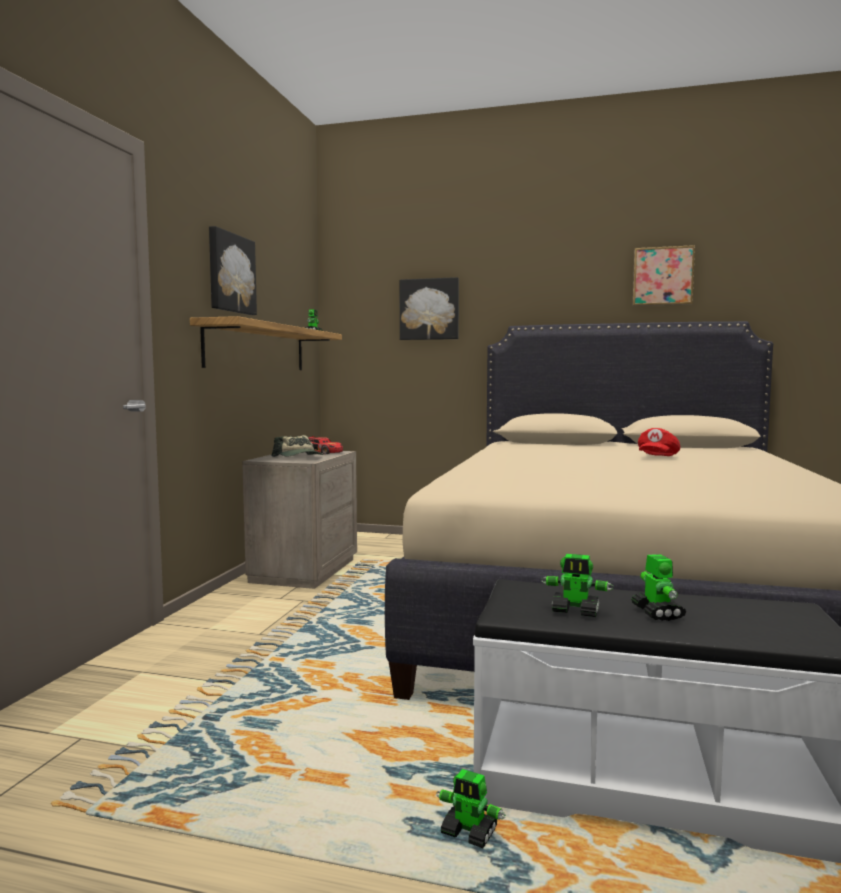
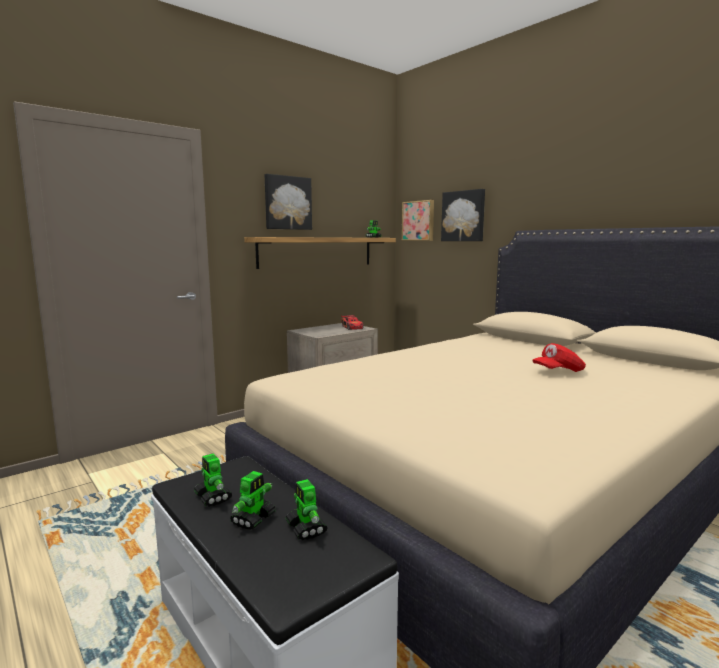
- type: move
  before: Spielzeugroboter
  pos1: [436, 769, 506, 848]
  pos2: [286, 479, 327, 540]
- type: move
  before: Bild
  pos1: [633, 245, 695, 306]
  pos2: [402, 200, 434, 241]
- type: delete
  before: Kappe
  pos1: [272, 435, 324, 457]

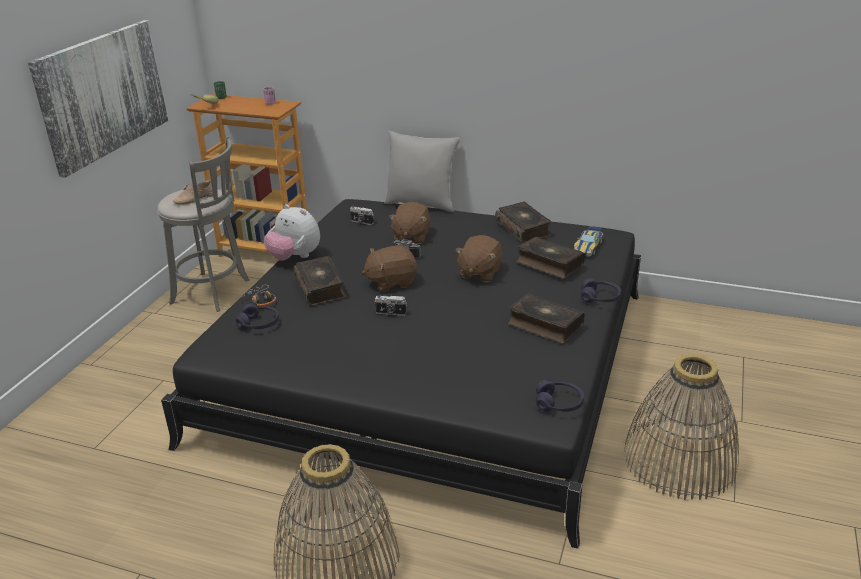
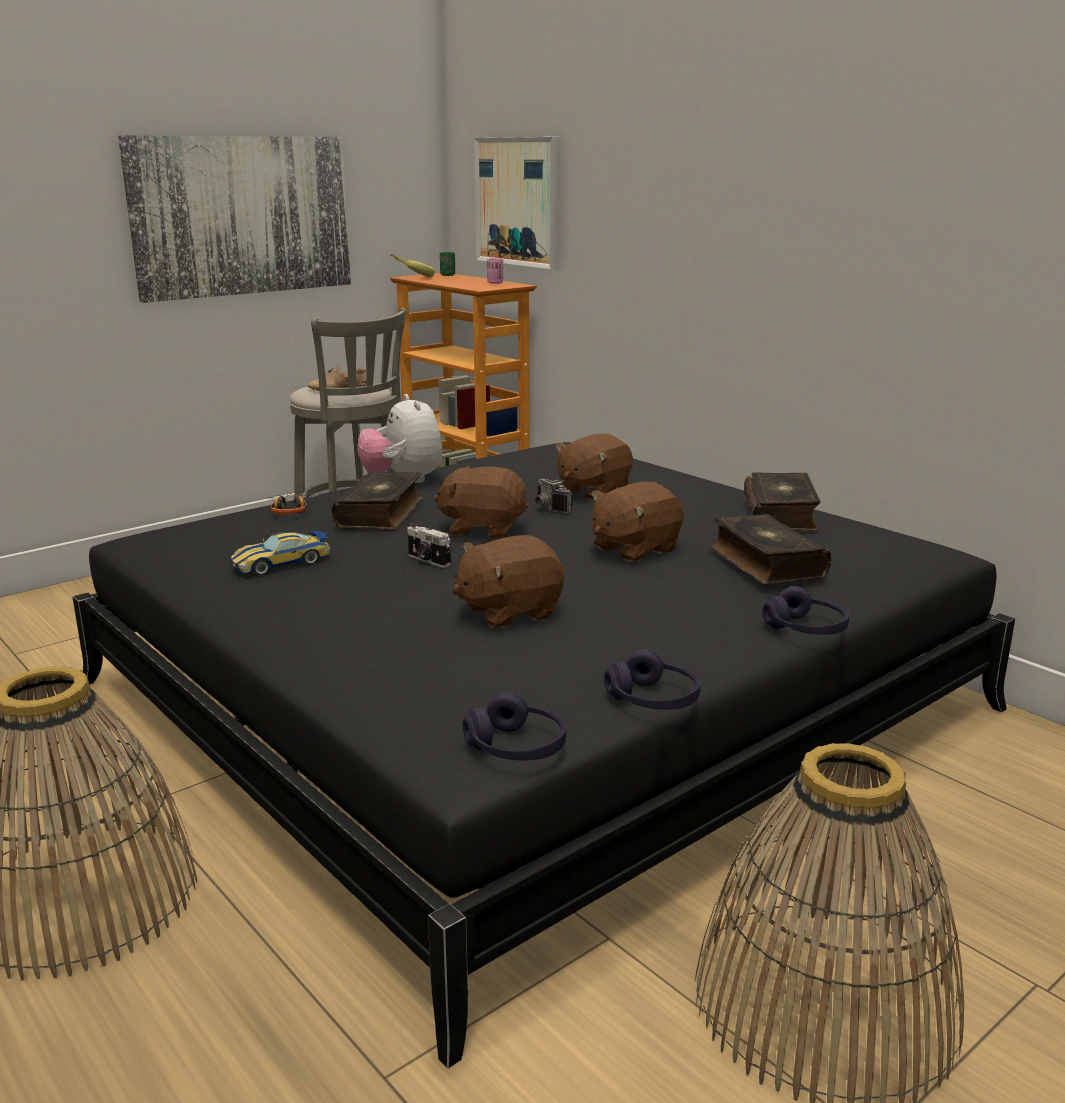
- type: move
  before: Spielzeugauto
  pos1: [574, 227, 603, 257]
  pos2: [231, 531, 331, 575]
- type: insert
  after: Plüschtier [braun]
  pos2: [452, 535, 564, 628]
- type: insert
  after: Bild
  pos2: [474, 137, 559, 269]
- type: move
  before: Kopfhörer [lila]
  pos1: [236, 303, 279, 329]
  pos2: [604, 649, 700, 710]
- type: delete
  before: Kamera
  pos1: [350, 205, 374, 225]
- type: delete
  before: Kissen [grau]
  pos1: [384, 131, 460, 212]
- type: delete
  before: Buch
  pos1: [508, 294, 585, 344]

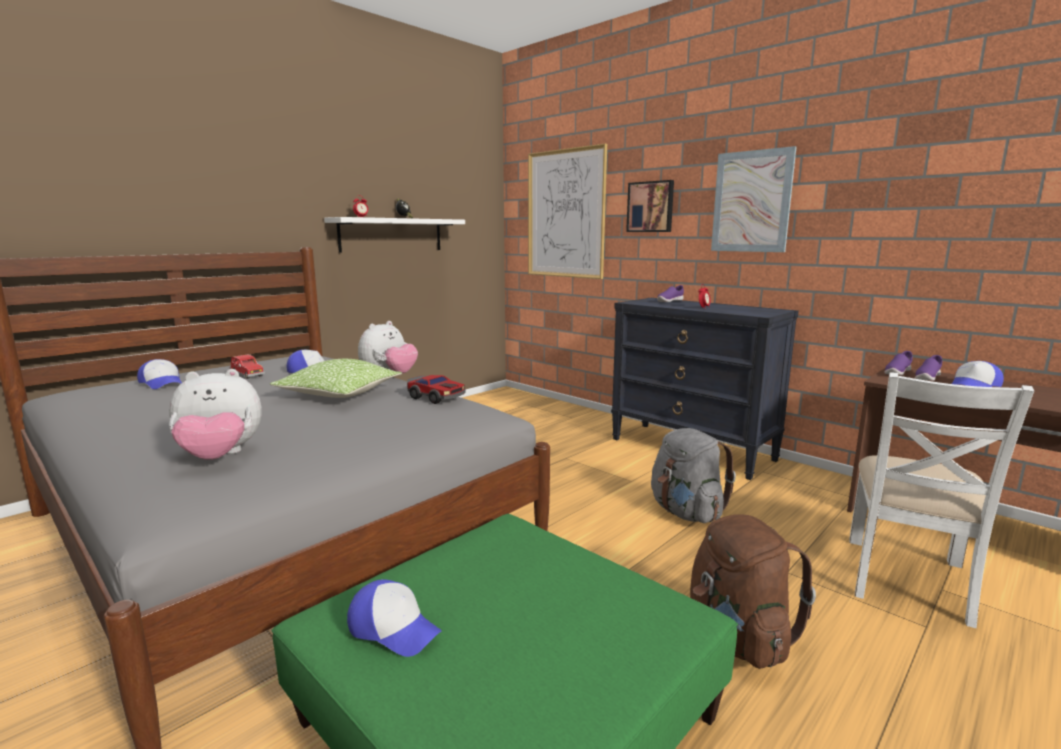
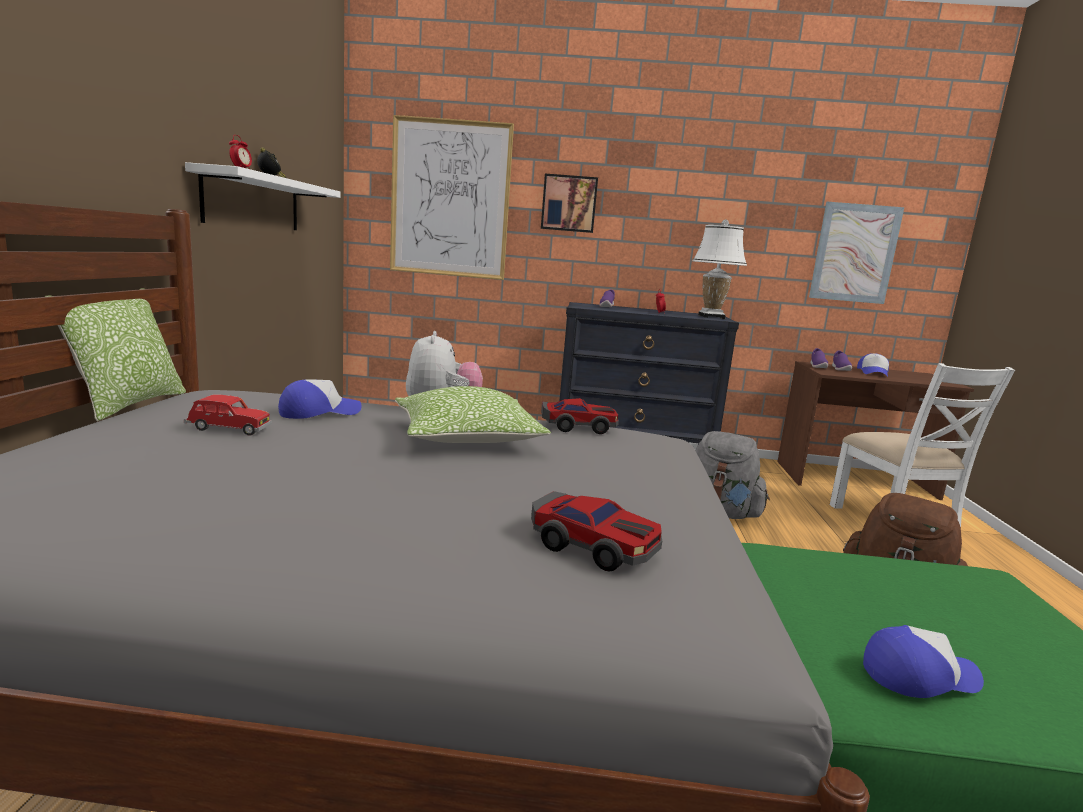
- type: insert
  after: Kissen
  pos2: [45, 289, 186, 421]
- type: replace
  before: Plüschtier
  after: Spielzeugauto
  pos1: [169, 369, 262, 460]
  pos2: [531, 491, 662, 572]
- type: insert
  after: Tischlampe [weiß]
  pos2: [692, 220, 747, 319]
- type: move
  before: Bild
  pos1: [711, 146, 796, 252]
  pos2: [809, 202, 904, 304]
- type: delete
  before: Kappe
  pos1: [137, 359, 182, 389]

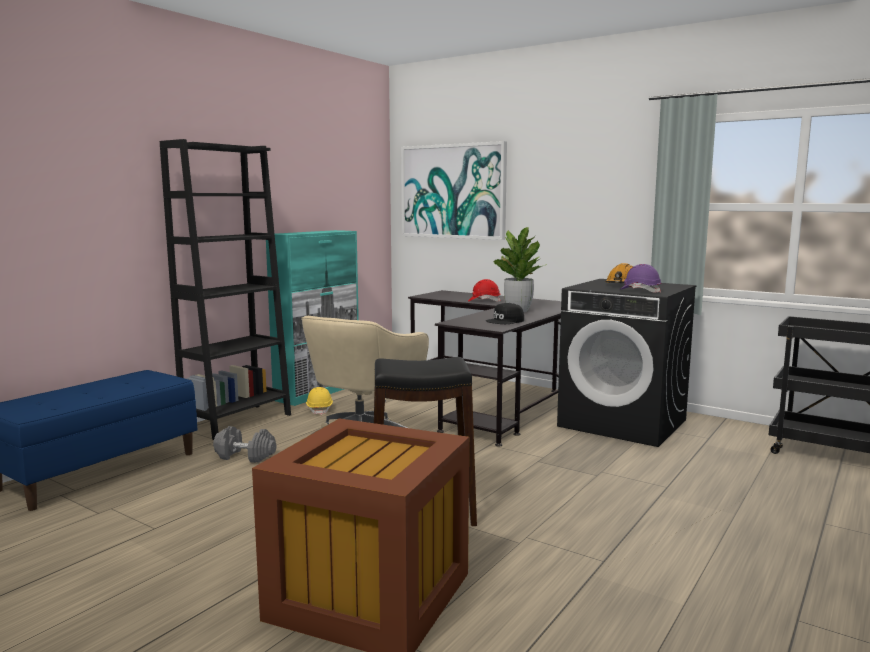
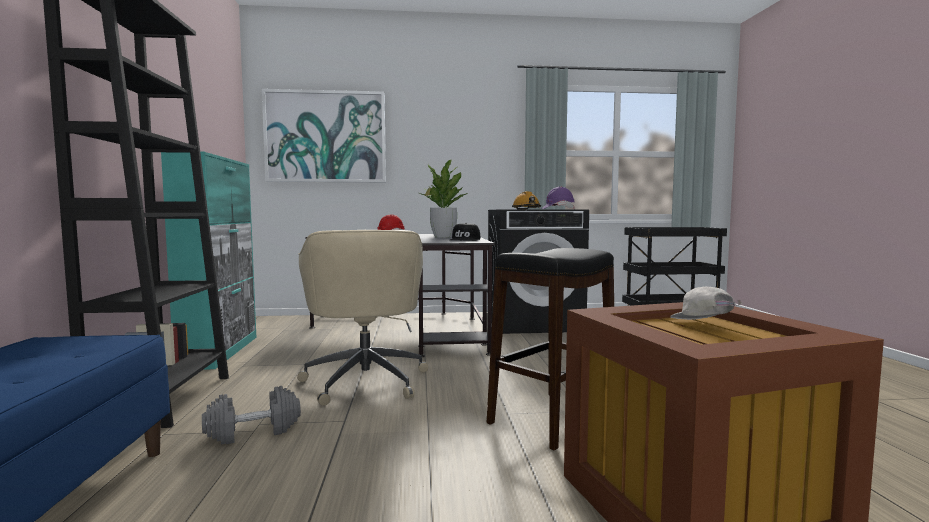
- type: insert
  after: Kappe [weiß]
  pos2: [670, 286, 742, 320]
- type: delete
  before: Schutzhelm [gelb]
  pos1: [306, 387, 333, 415]

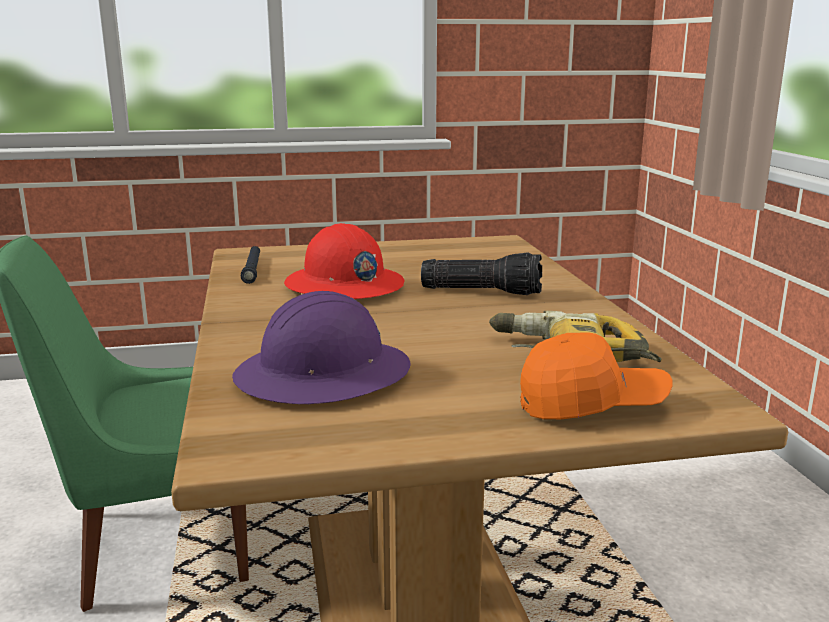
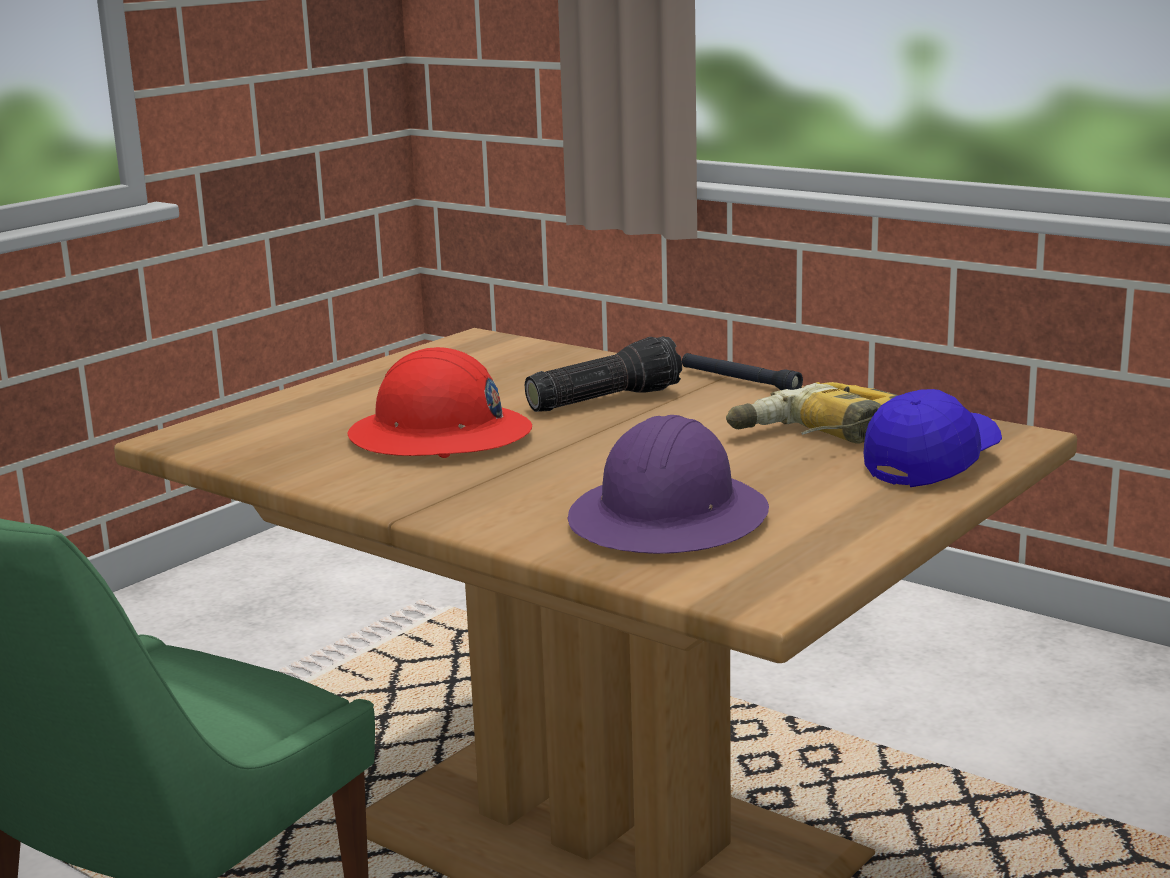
- type: move
  before: Taschenlampe [schwarz]
  pos1: [241, 246, 260, 284]
  pos2: [682, 353, 803, 390]
- type: recolor
  before: Kappe [orange]
  after: Kappe [blau]
  pos1: [520, 332, 672, 419]
  pos2: [864, 389, 1002, 487]

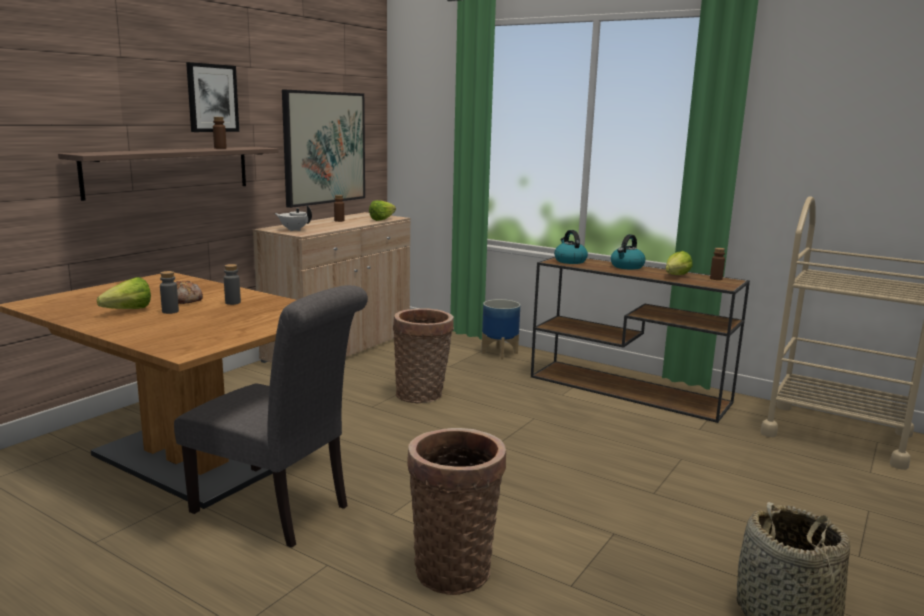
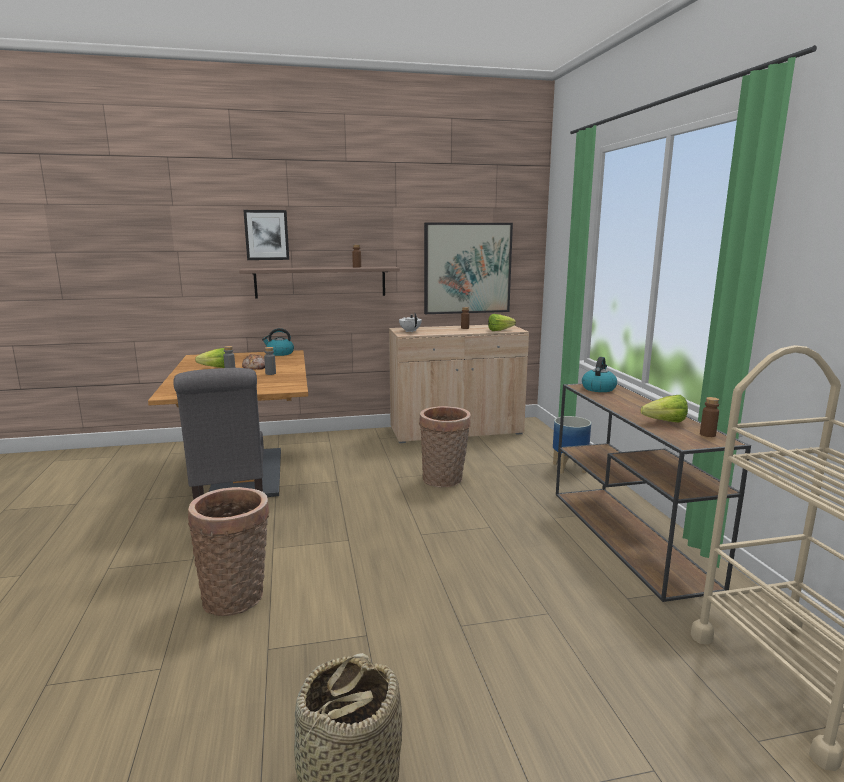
- type: move
  before: Bild
  pos1: [186, 62, 239, 132]
  pos2: [243, 210, 289, 260]
- type: move
  before: Wasserkessel
  pos1: [611, 234, 645, 270]
  pos2: [262, 328, 294, 356]

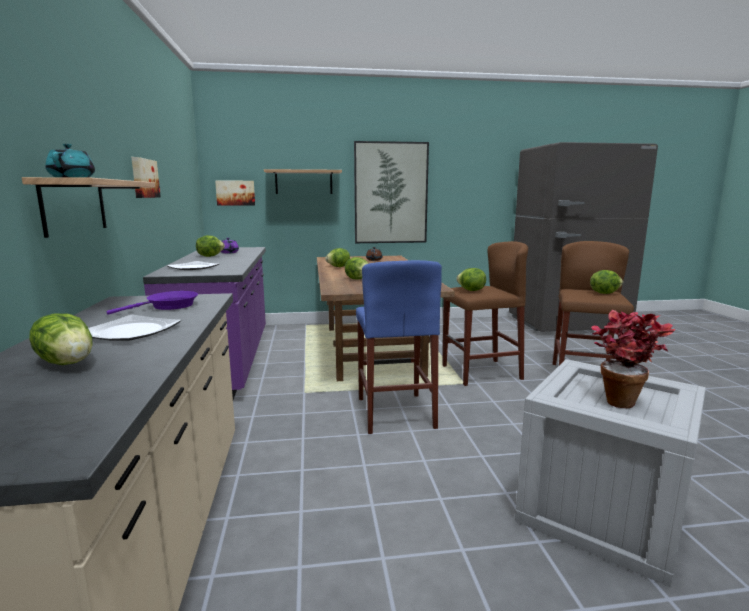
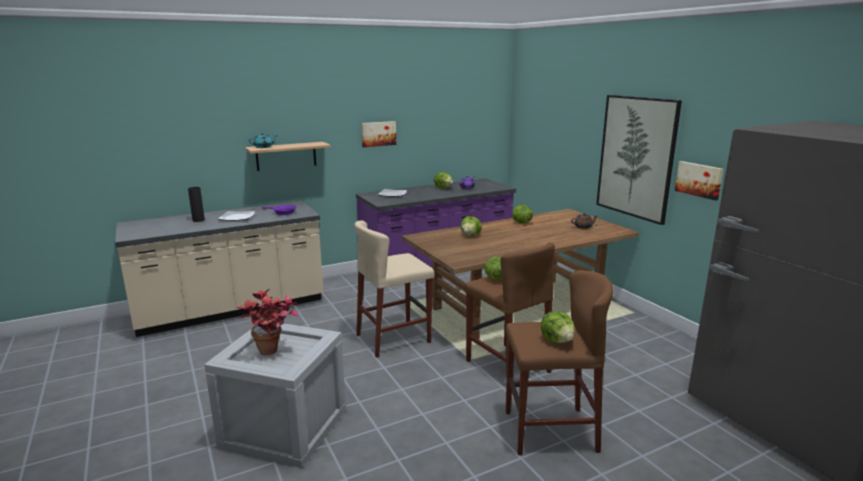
- type: replace
  before: Salatkopf
  after: Vase [schwarz]
  pos1: [29, 313, 93, 365]
  pos2: [188, 187, 205, 222]
- type: recolor
  before: Hocker [blau]
  after: Hocker [beige]
  pos1: [356, 260, 442, 434]
  pos2: [354, 220, 434, 358]
- type: move
  before: Bild
  pos1: [215, 181, 255, 206]
  pos2: [675, 161, 723, 200]
- type: delete
  before: Wandregal
  pos1: [264, 169, 342, 194]

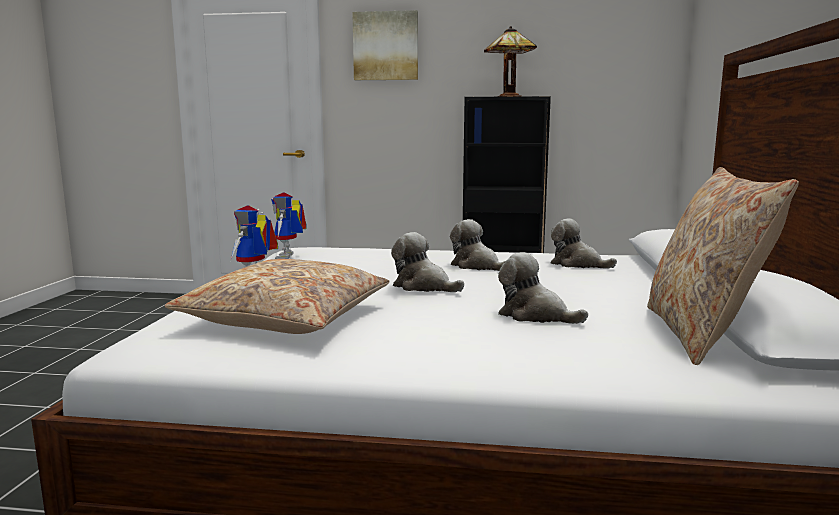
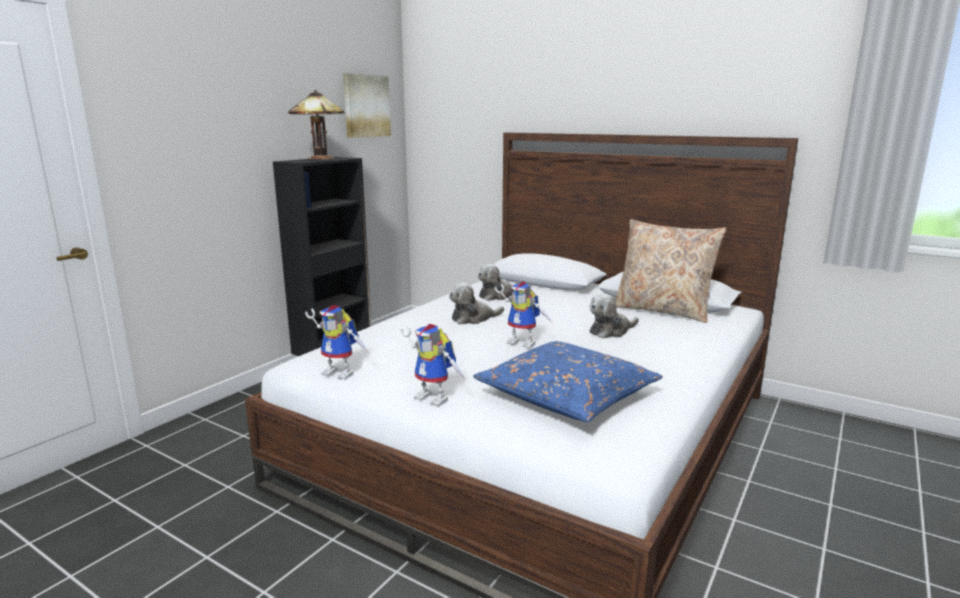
- type: move
  before: Bild
  pos1: [352, 10, 418, 80]
  pos2: [343, 73, 391, 138]
- type: recolor
  before: Kissen [beige]
  after: Kissen [blau]
  pos1: [165, 259, 389, 334]
  pos2: [473, 341, 663, 422]
- type: replace
  before: Plüschtier
  after: Spielzeugroboter
  pos1: [391, 232, 464, 292]
  pos2: [495, 281, 555, 348]

